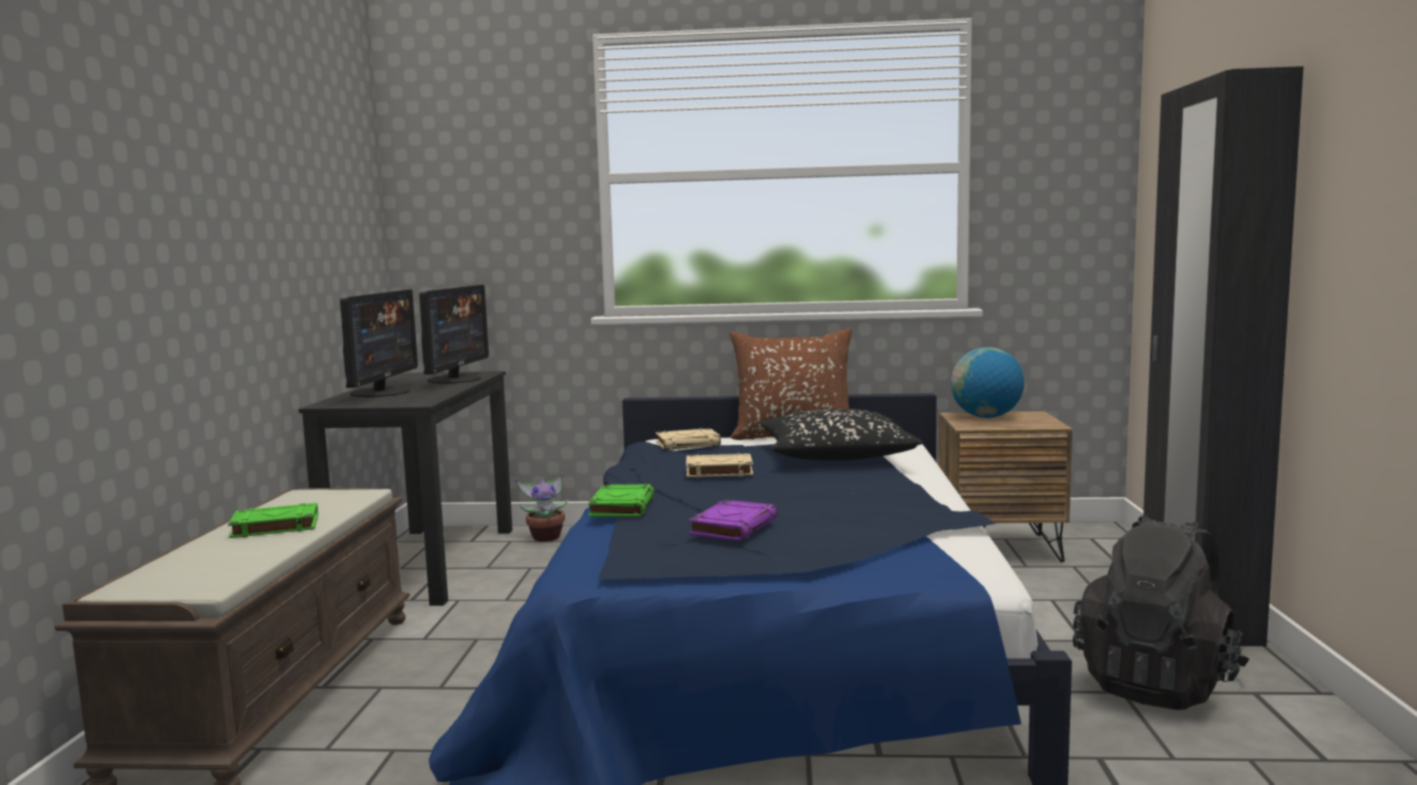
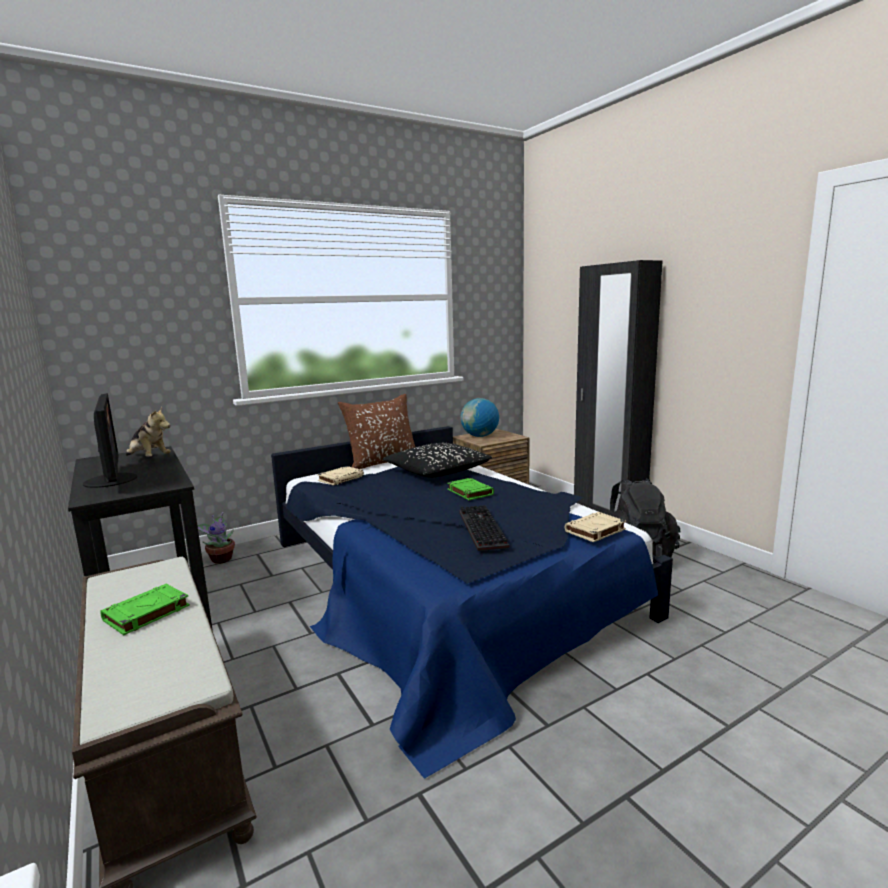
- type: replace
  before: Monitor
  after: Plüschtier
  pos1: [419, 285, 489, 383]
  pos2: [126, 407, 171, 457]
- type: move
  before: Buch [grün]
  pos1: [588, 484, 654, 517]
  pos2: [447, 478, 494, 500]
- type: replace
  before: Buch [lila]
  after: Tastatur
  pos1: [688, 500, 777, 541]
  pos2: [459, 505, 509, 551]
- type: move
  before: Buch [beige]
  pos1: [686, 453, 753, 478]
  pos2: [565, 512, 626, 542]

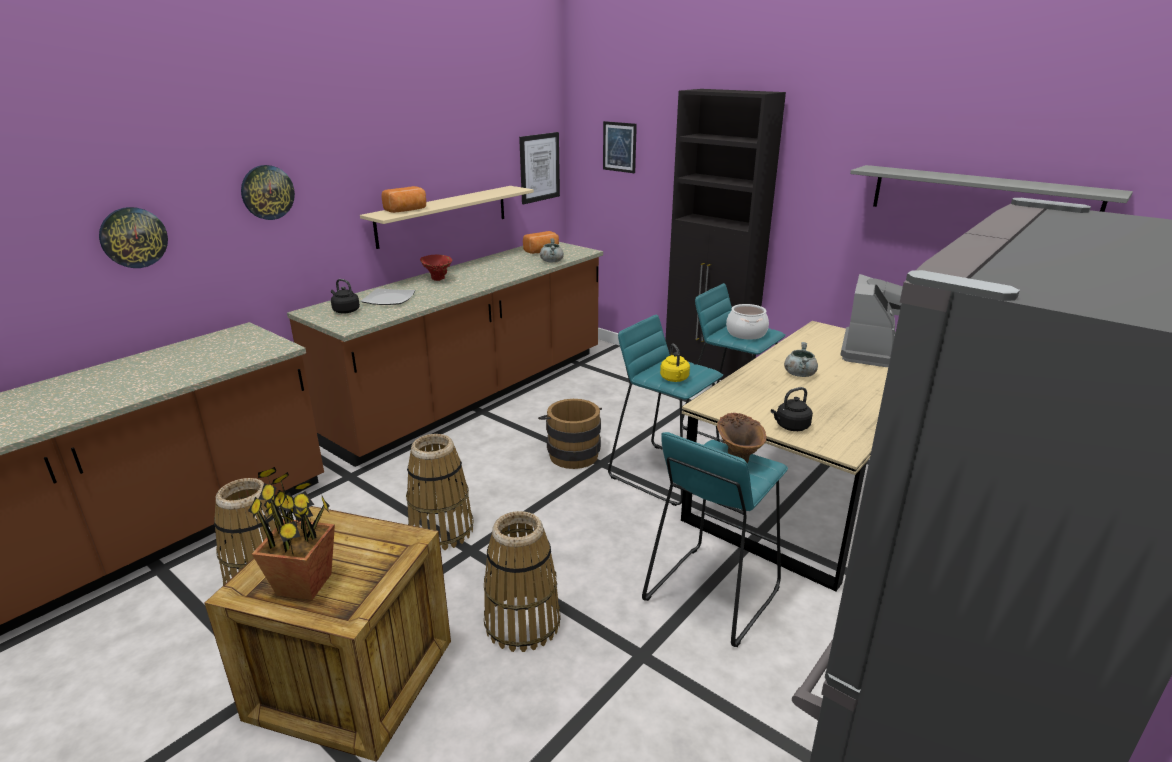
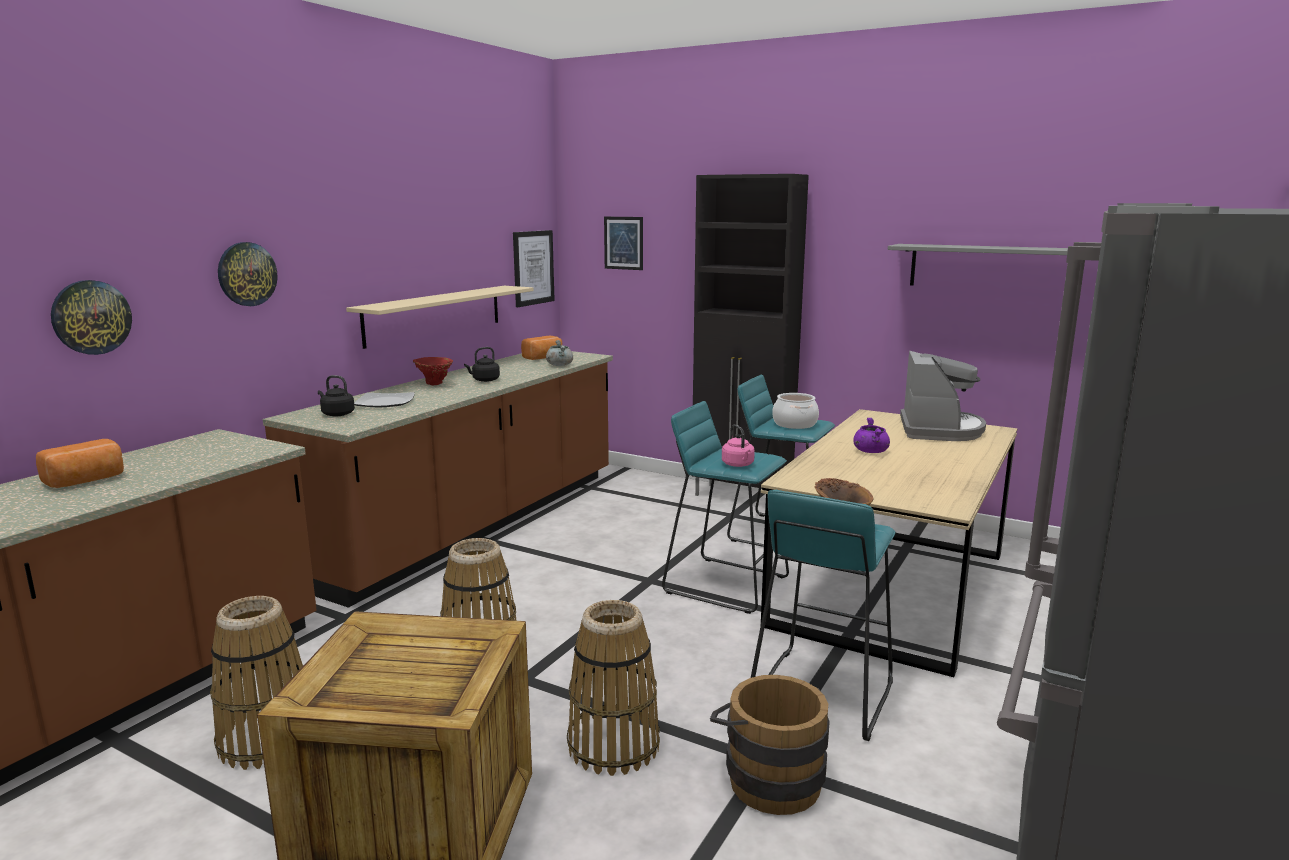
- type: move
  before: Brot
  pos1: [382, 186, 426, 213]
  pos2: [36, 439, 124, 488]
- type: move
  before: Wasserkessel [schwarz]
  pos1: [771, 387, 813, 431]
  pos2: [464, 347, 500, 382]
- type: move
  before: Eimer [braun]
  pos1: [538, 399, 602, 469]
  pos2: [710, 675, 830, 815]
- type: recolor
  before: Wasserkessel [gelb]
  after: Wasserkessel [rosa]
  pos1: [660, 344, 690, 382]
  pos2: [722, 424, 755, 467]
- type: recolor
  before: Kochtopf [grau]
  after: Kochtopf [lila]
  pos1: [784, 342, 818, 377]
  pos2: [853, 418, 890, 453]
- type: delete
  before: Topfpflanze
  pos1: [248, 467, 335, 600]

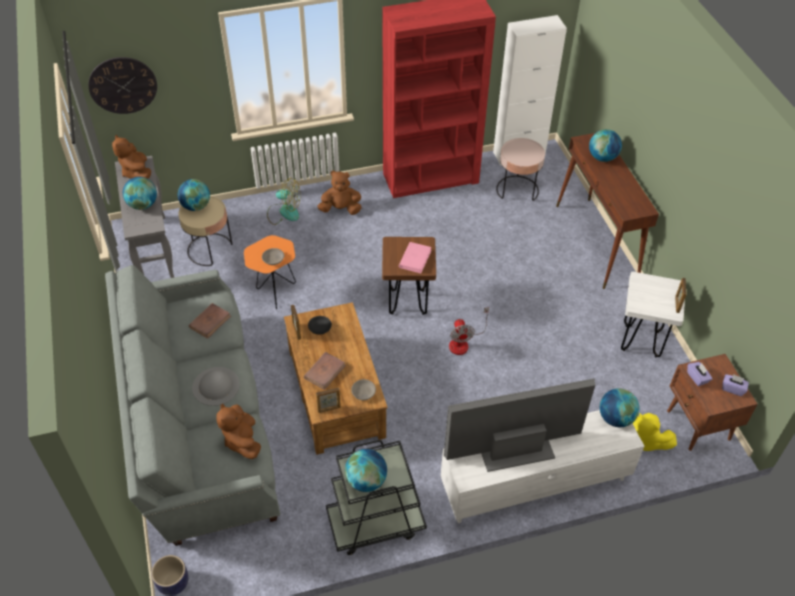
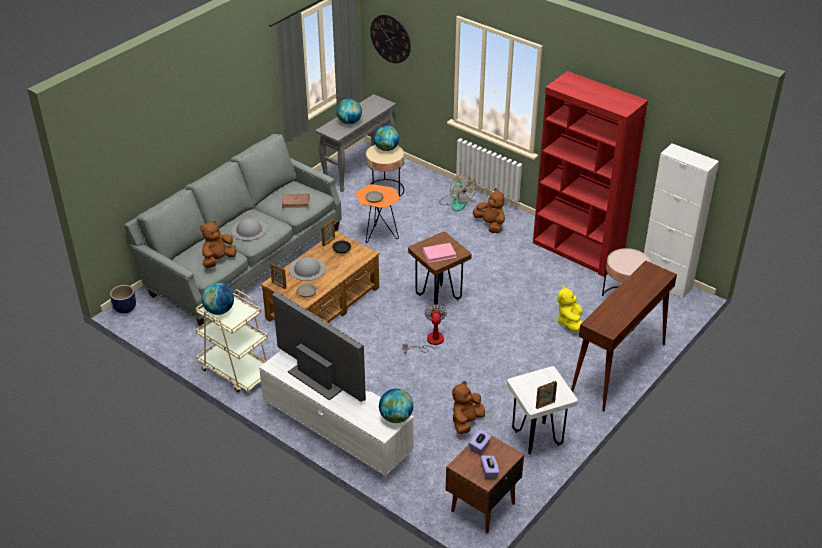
- type: recolor
  before: Rollwagen [schwarz]
  after: Rollwagen [beige]
  pos1: [326, 440, 427, 555]
  pos2: [196, 289, 268, 392]
- type: replace
  before: Buch [braun]
  after: Hut [grau]
  pos1: [304, 352, 346, 390]
  pos2: [289, 257, 326, 281]
- type: rotate
  before: Ventilator
  pos1: [449, 307, 489, 355]
  pos2: [403, 304, 447, 353]
  turn: 135
- type: move
  before: Plüschtier [braun]
  pos1: [112, 135, 151, 179]
  pos2: [452, 381, 485, 434]
- type: move
  before: Plüschtier [gelb]
  pos1: [633, 413, 677, 451]
  pos2: [557, 285, 582, 332]
- type: delete
  before: Globus
  pos1: [589, 129, 622, 162]

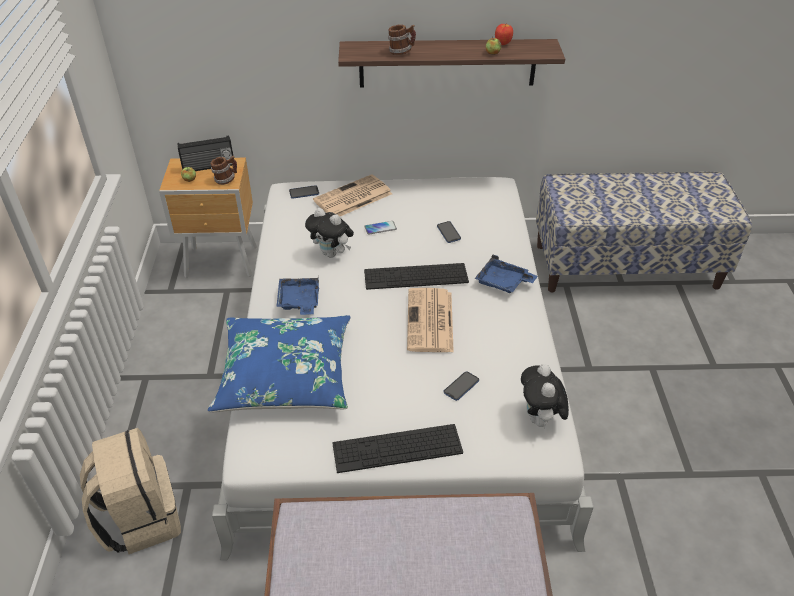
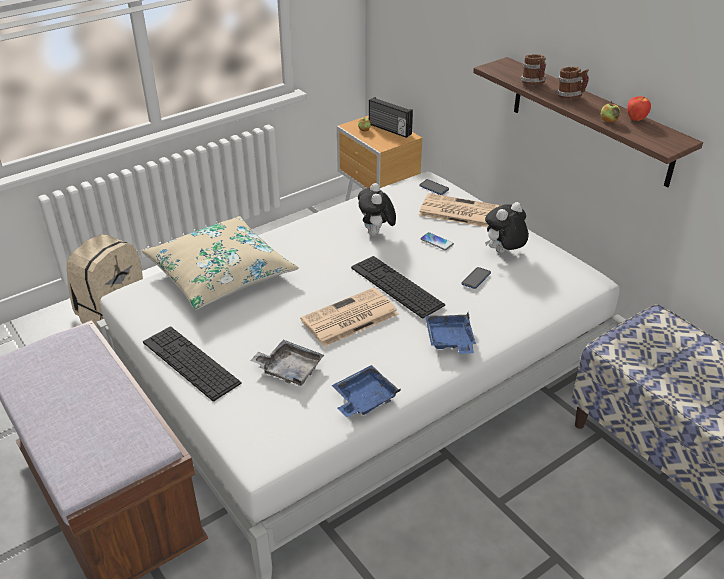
- type: recolor
  before: Kissen [blau]
  after: Kissen [beige]
  pos1: [208, 315, 351, 412]
  pos2: [142, 216, 299, 310]
- type: replace
  before: Handy
  after: Tablett [grau]
  pos1: [444, 371, 479, 401]
  pos2: [250, 340, 324, 386]
- type: move
  before: Tablett [blau]
  pos1: [276, 275, 319, 315]
  pos2: [332, 365, 401, 417]
- type: move
  before: Plüschtier
  pos1: [521, 364, 569, 430]
  pos2: [485, 202, 529, 253]
- type: move
  before: Henkelbecher
  pos1: [211, 156, 237, 185]
  pos2: [556, 67, 589, 99]

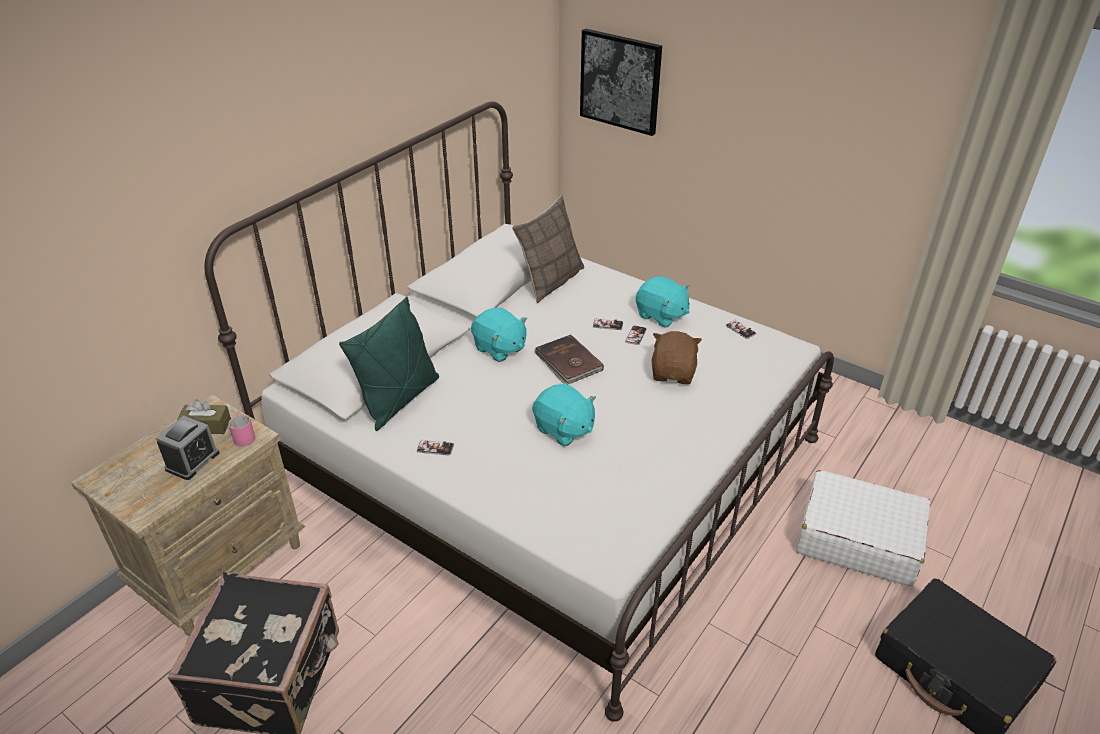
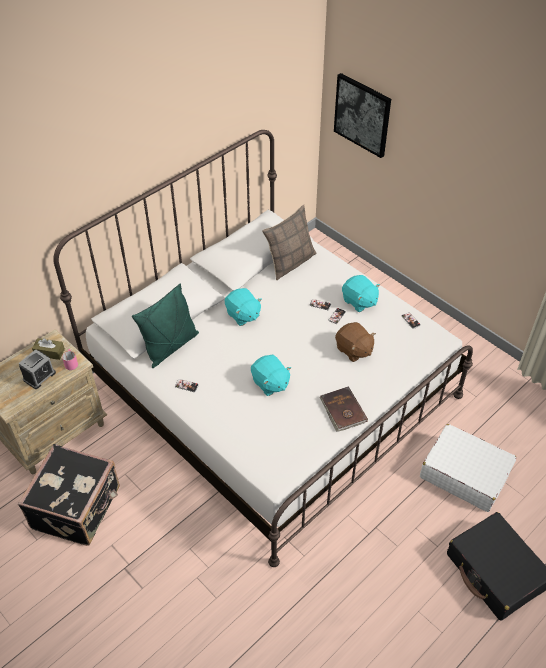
- type: move
  before: Buch [braun]
  pos1: [535, 334, 604, 384]
  pos2: [320, 386, 368, 432]
- type: rotate
  before: Plüschtier [braun]
  pos1: [652, 331, 702, 384]
  pos2: [335, 322, 376, 362]
  turn: 120

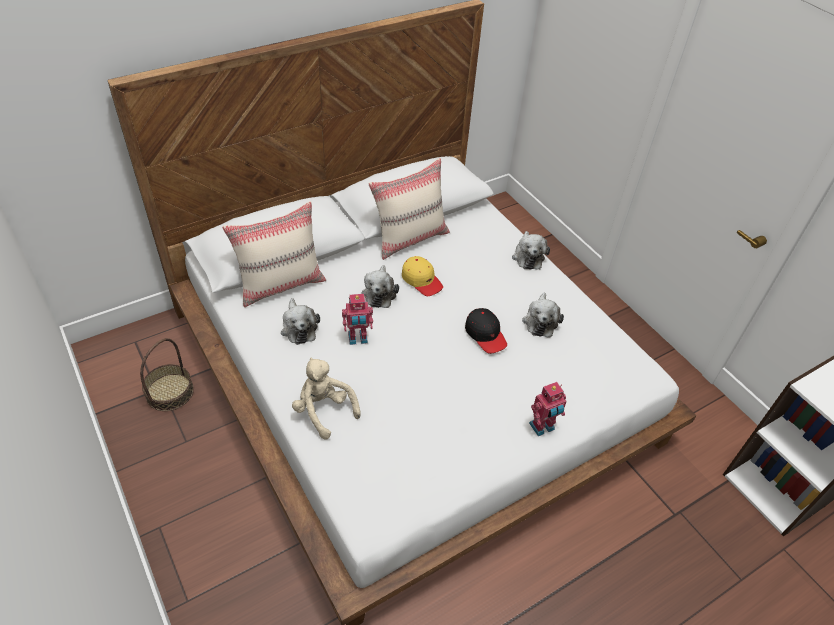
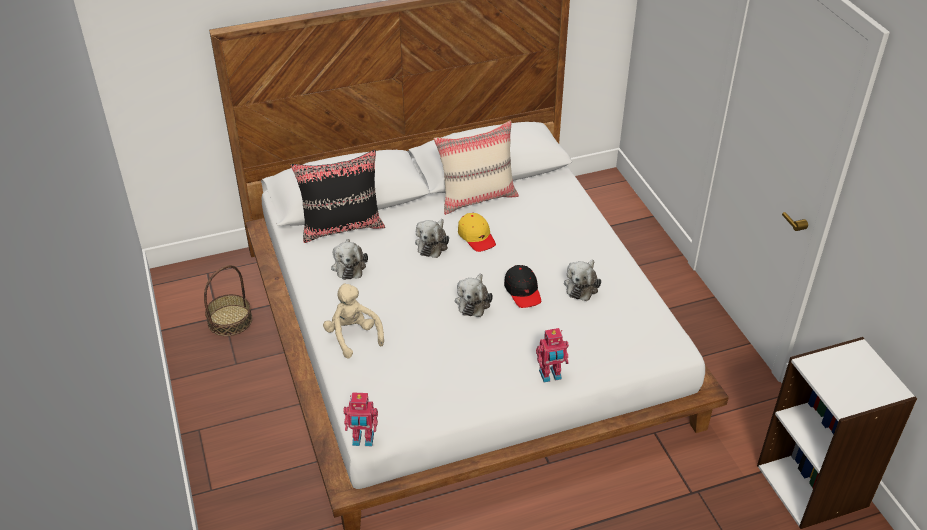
- type: recolor
  before: Kissen [beige]
  after: Kissen [schwarz]
  pos1: [222, 201, 326, 307]
  pos2: [291, 150, 385, 243]
- type: move
  before: Spielzeugroboter
  pos1: [342, 294, 373, 345]
  pos2: [343, 392, 378, 446]
- type: move
  before: Plüschtier
  pos1: [512, 231, 550, 270]
  pos2: [455, 274, 493, 317]

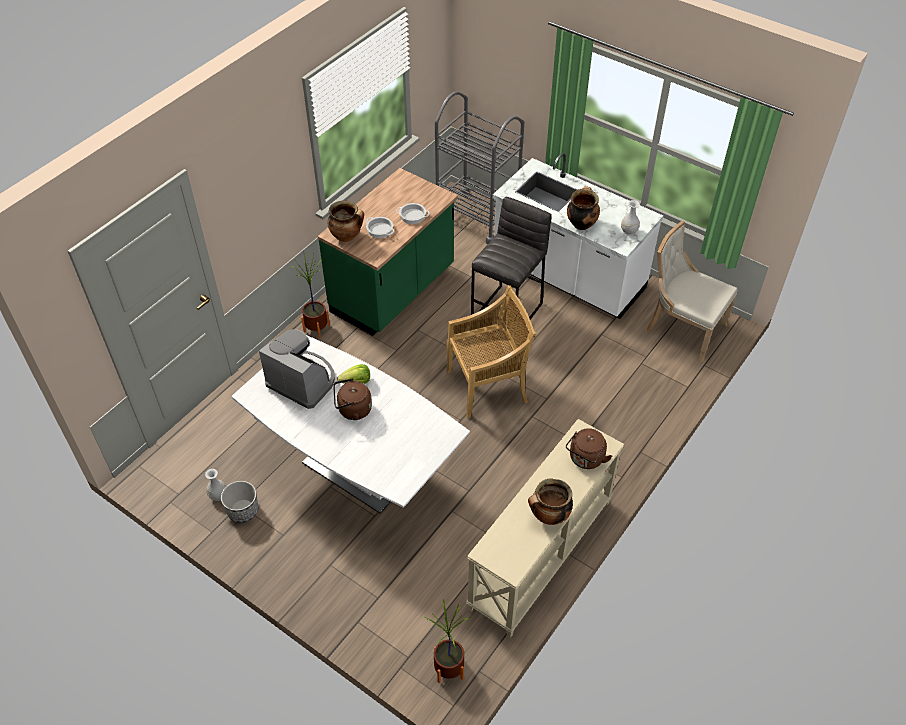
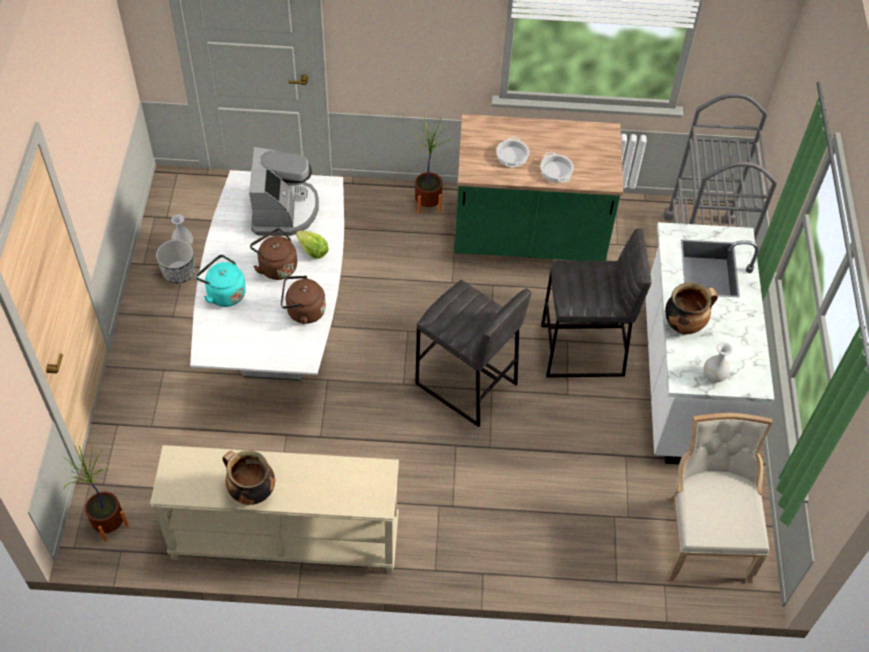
- type: insert
  after: Wasserkessel [türkis]
  pos2: [196, 255, 246, 307]
- type: move
  before: Wasserkessel [braun]
  pos1: [566, 428, 612, 469]
  pos2: [281, 276, 326, 324]
- type: replace
  before: Stuhl [beige]
  after: Hocker [grau]
  pos1: [446, 285, 536, 419]
  pos2: [415, 280, 531, 427]
- type: delete
  before: Kochtopf
  pos1: [328, 201, 364, 242]

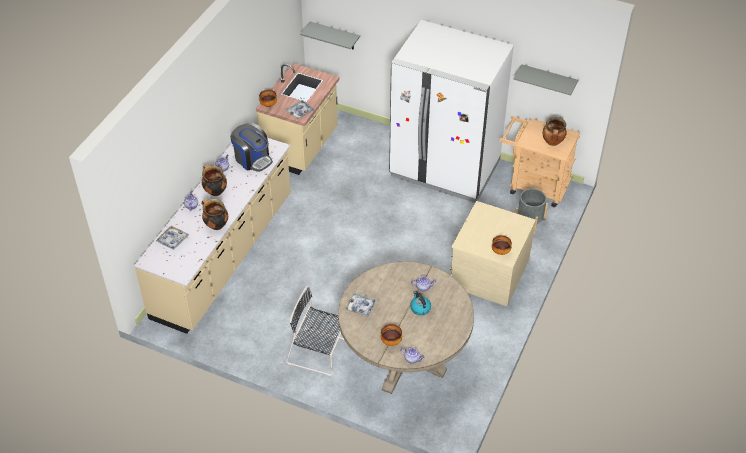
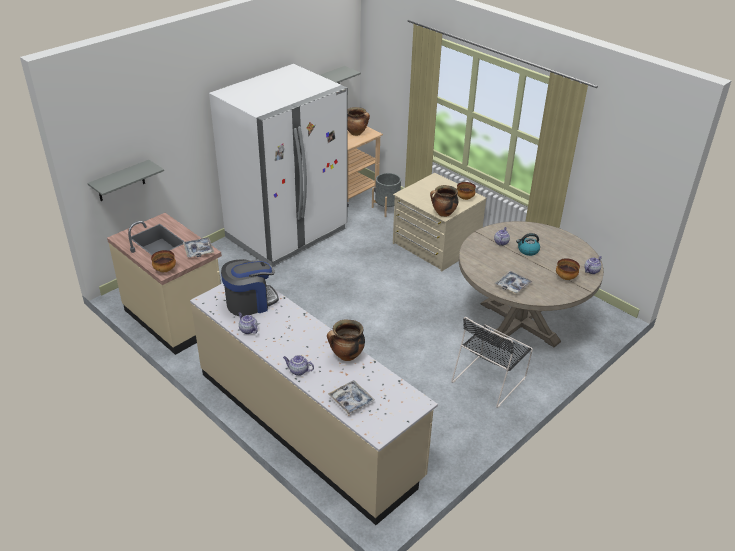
- type: move
  before: Kochtopf
  pos1: [202, 165, 227, 196]
  pos2: [430, 185, 458, 217]

